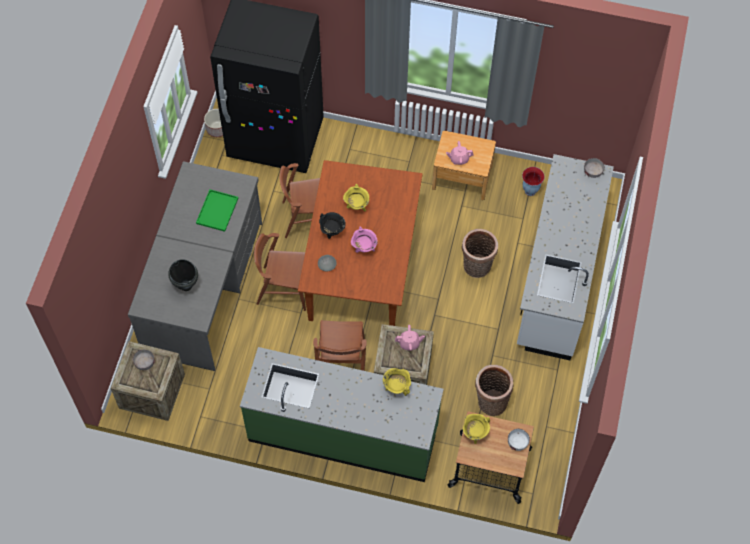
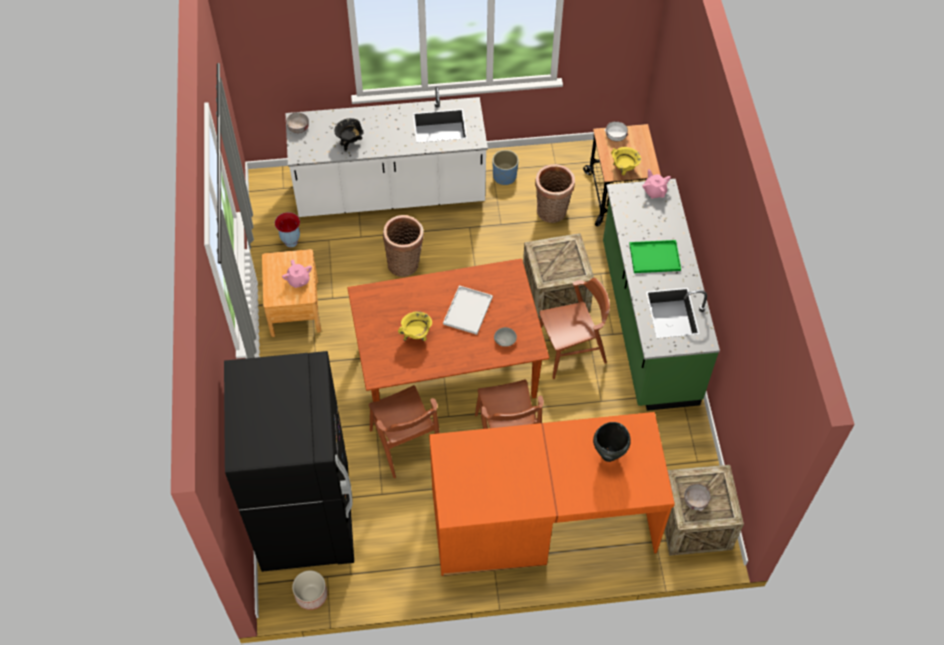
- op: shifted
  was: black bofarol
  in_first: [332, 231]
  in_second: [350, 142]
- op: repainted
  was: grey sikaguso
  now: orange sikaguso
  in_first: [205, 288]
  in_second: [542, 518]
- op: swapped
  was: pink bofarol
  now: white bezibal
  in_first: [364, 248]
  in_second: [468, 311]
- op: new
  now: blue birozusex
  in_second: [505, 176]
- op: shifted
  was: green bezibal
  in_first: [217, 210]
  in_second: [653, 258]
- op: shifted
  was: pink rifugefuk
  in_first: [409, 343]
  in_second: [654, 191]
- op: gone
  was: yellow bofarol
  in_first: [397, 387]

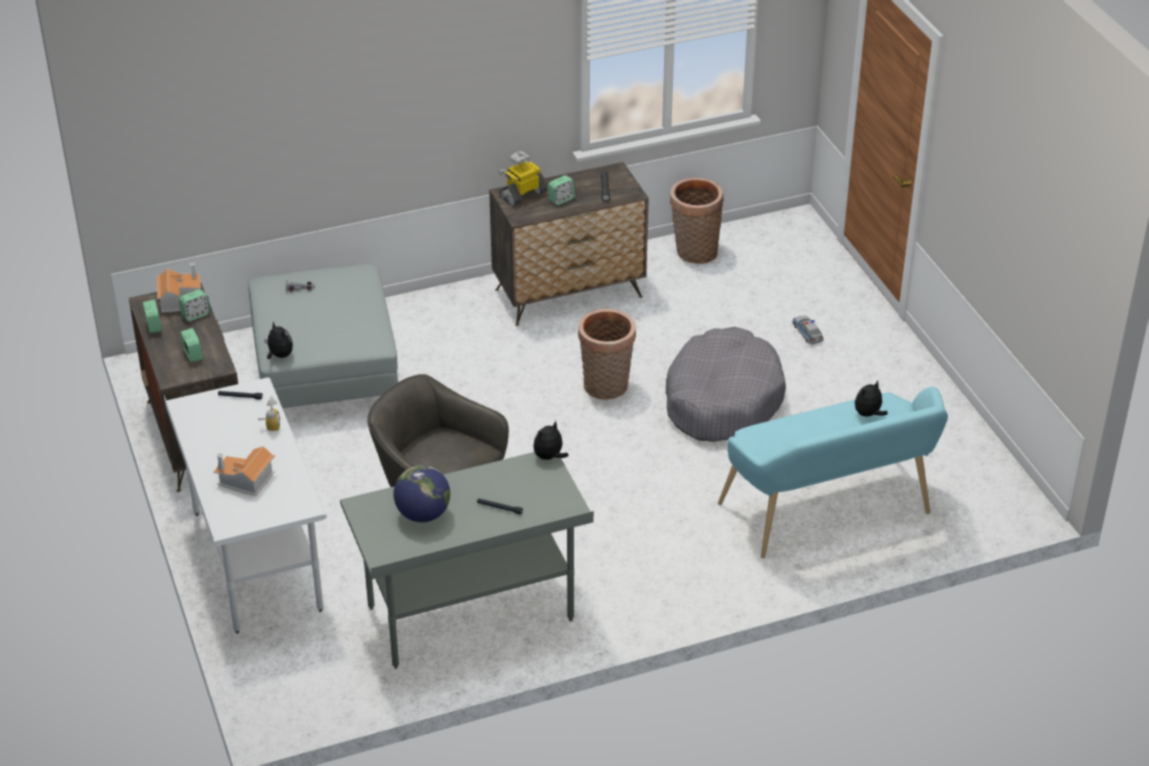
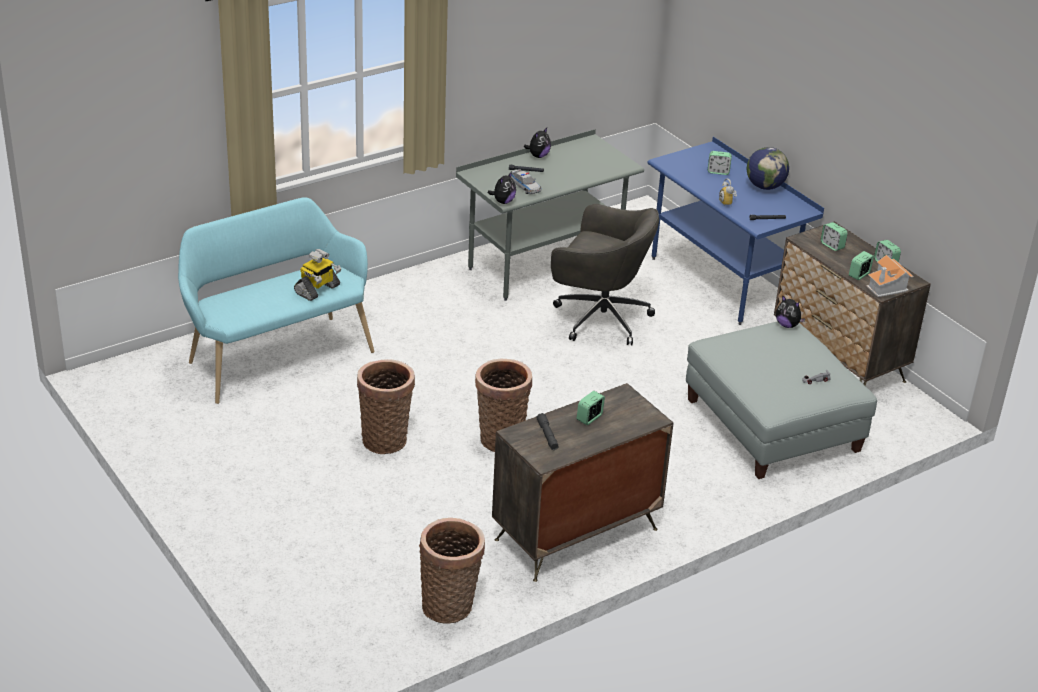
- op: shifted
  was: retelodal
  in_first: [523, 195]
  in_second: [317, 290]
- op: swapped
  was: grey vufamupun
  now: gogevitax
  in_first: [722, 400]
  in_second: [385, 438]
- op: shifted
  was: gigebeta
  in_first: [807, 333]
  in_second: [525, 186]
- op: shifted
  was: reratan
  in_first: [868, 414]
  in_second: [538, 156]
- op: repainted
  was: white sikaguso
  now: blue sikaguso
  in_first: [256, 561]
  in_second: [721, 282]
- op: swapped
  was: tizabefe
  now: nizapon
  in_first: [245, 481]
  in_second: [718, 171]
- op: shifted
  was: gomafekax
  in_first: [423, 514]
  in_second: [765, 186]

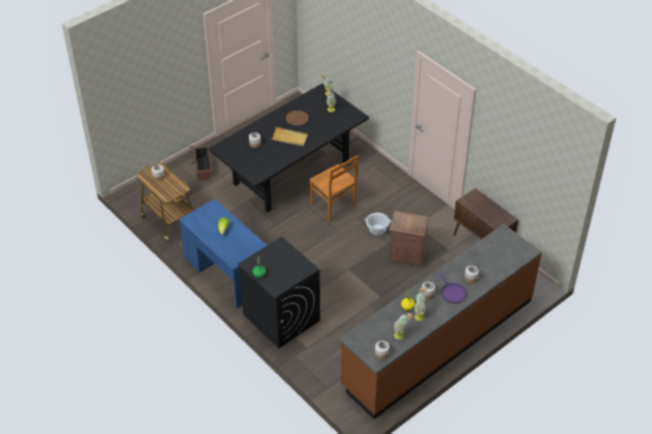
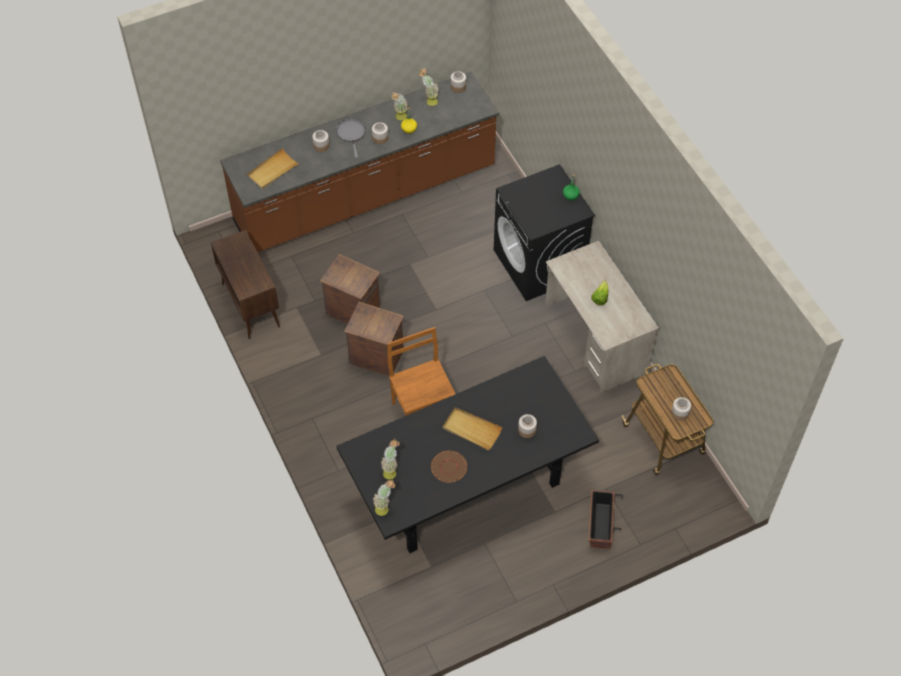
- op: new
  now: beige bezibal
  in_second: [273, 171]
- op: repainted
  was: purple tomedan
  now: grey tomedan
  in_first: [452, 293]
  in_second: [351, 134]
- op: swapped
  was: gogevitax
  now: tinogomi
  in_first: [377, 230]
  in_second: [376, 358]
- op: repainted
  was: blue sikaguso
  now: beige sikaguso
  in_first: [226, 272]
  in_second: [595, 339]

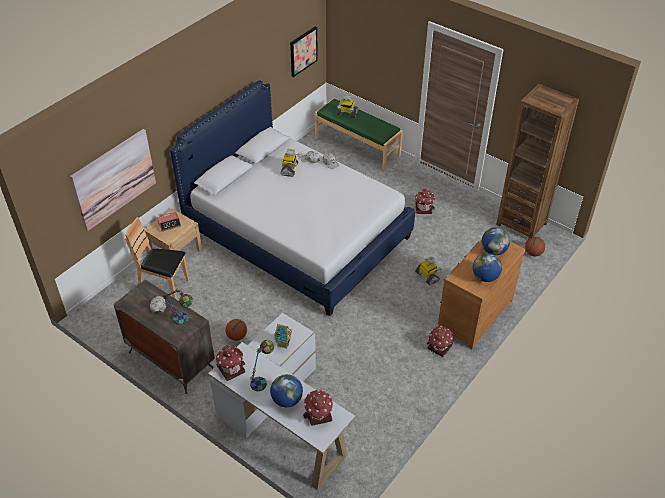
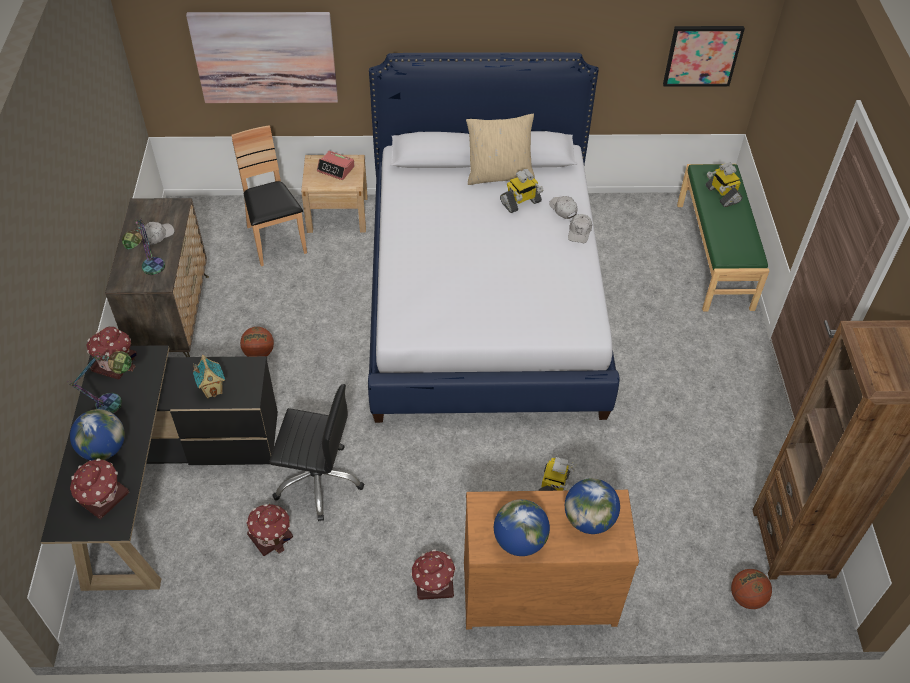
- op: repainted
  was: white sikaguso
  now: black sikaguso
  in_first: [282, 419]
  in_second: [165, 482]
- op: shifted
  was: tizabefe
  in_first: [423, 208]
  in_second: [271, 536]
- op: new
  now: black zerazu
  in_second: [318, 480]
- op: new
  now: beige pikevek
  in_second: [499, 174]

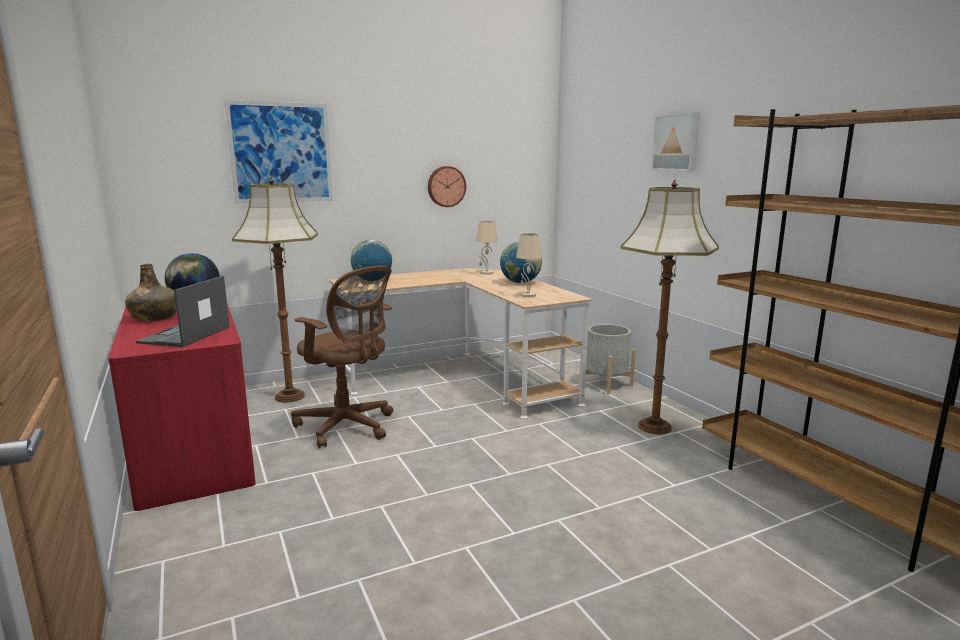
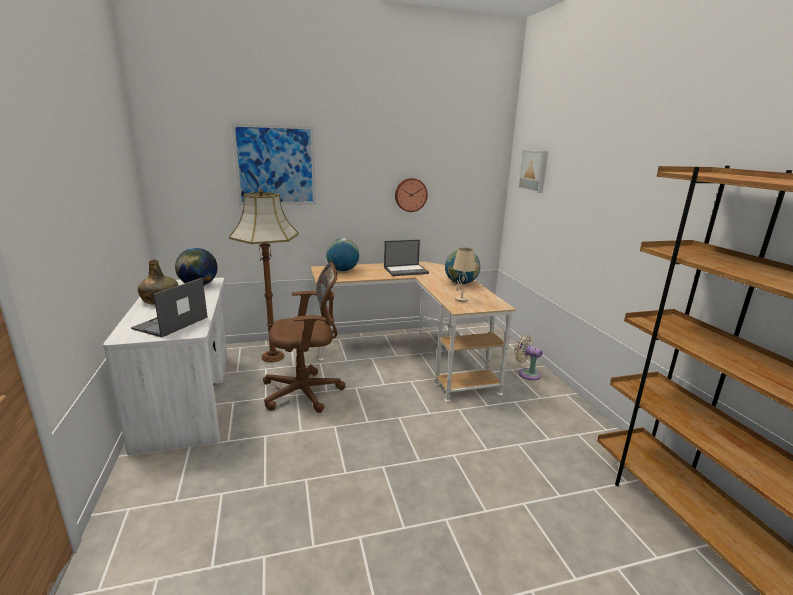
- op: repainted
  was: red sikaguso
  now: white sikaguso
  in_first: [193, 447]
  in_second: [188, 398]
- op: rotated
  was: brown zerazu
  in_first: [348, 426]
  in_second: [306, 392]
  clockwise: -60
- op: new
  now: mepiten
  in_second: [406, 270]
- op: swapped
  was: grey birozusex
  now: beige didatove
  in_first: [606, 384]
  in_second: [527, 373]
- op: shifted
  was: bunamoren
  in_first: [676, 142]
  in_second: [534, 170]
- op: gone
  was: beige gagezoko
  in_first: [486, 273]
- op: gone
  was: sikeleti
  in_first: [655, 426]

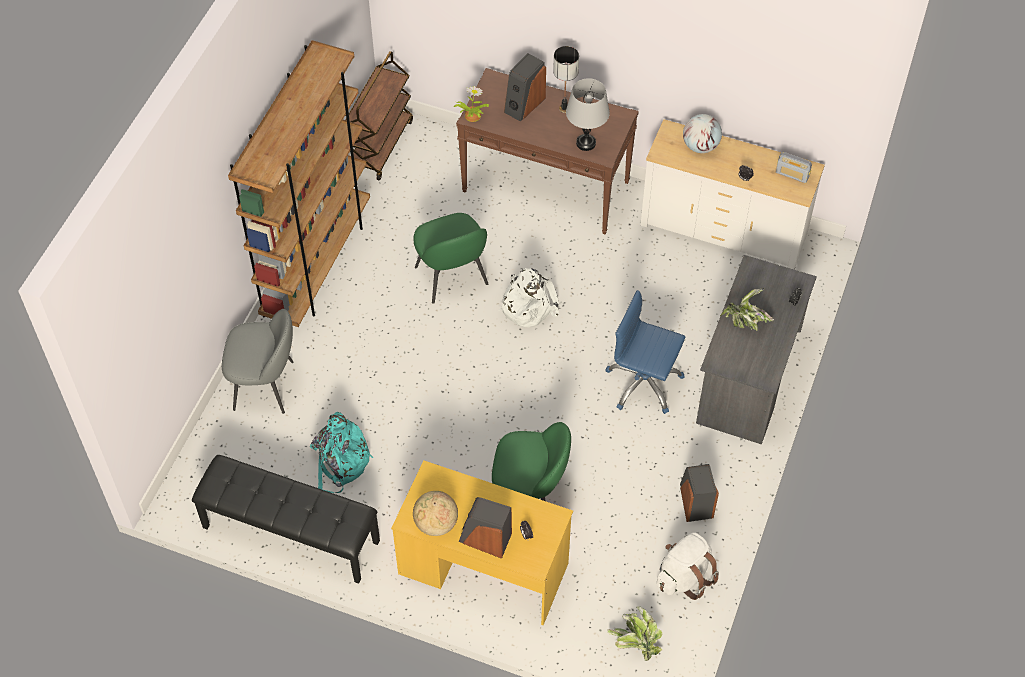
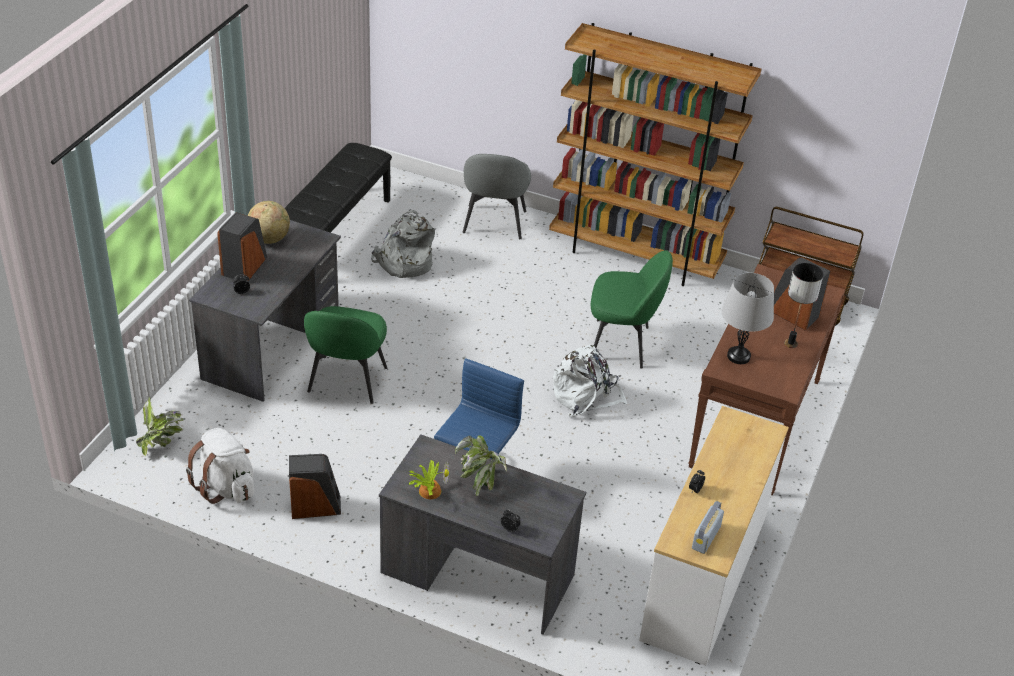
- op: repainted
  was: yellow sikaguso
  now: grey sikaguso
  in_first: [483, 568]
  in_second: [272, 345]
- op: repainted
  was: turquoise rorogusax
  now: grey rorogusax
  in_first: [339, 463]
  in_second: [404, 263]
- op: shifted
  was: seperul
  in_first: [471, 116]
  in_second: [429, 490]
- op: rotated
  was: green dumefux
  in_first: [452, 277]
  in_second: [622, 344]
  clockwise: -150
- op: gone
  was: gomafekax
  in_first: [700, 146]

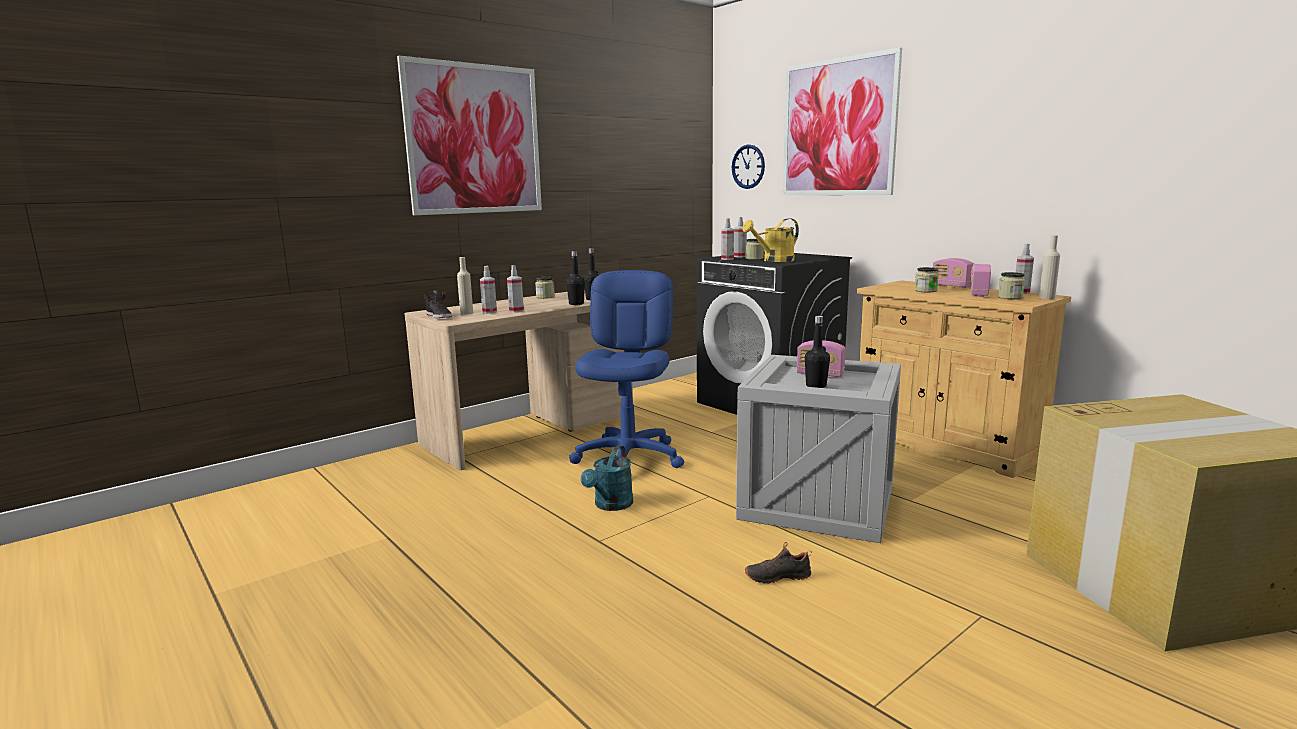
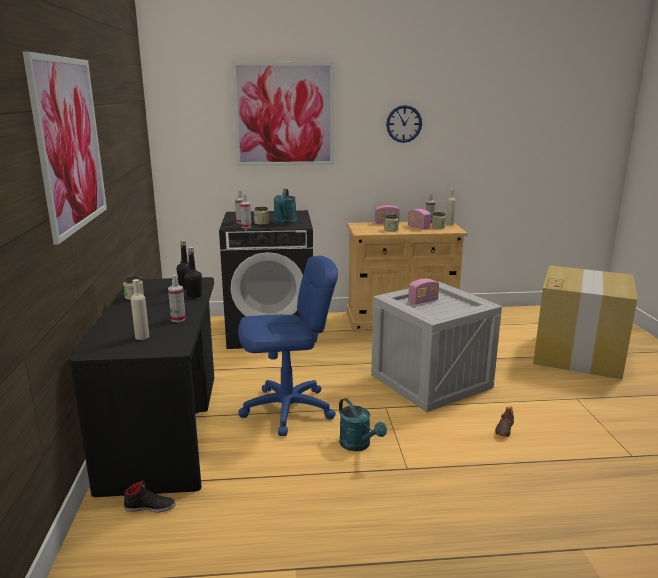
- op: repainted
  was: beige sikaguso
  now: black sikaguso
  in_first: [531, 431]
  in_second: [165, 429]
- op: shifted
  was: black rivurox
  in_first: [439, 316]
  in_second: [150, 506]
- op: rotated
  was: blue zerazu
  in_first: [629, 458]
  in_second: [288, 410]
  clockwise: 120
- op: repainted
  was: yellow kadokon
  now: turquoise kadokon
  in_first: [774, 261]
  in_second: [284, 223]
- op: shifted
  was: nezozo
  in_first: [748, 166]
  in_second: [404, 124]
- op: gone
  was: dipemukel
  in_first: [489, 312]
- op: gone
  was: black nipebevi
  in_first: [816, 386]

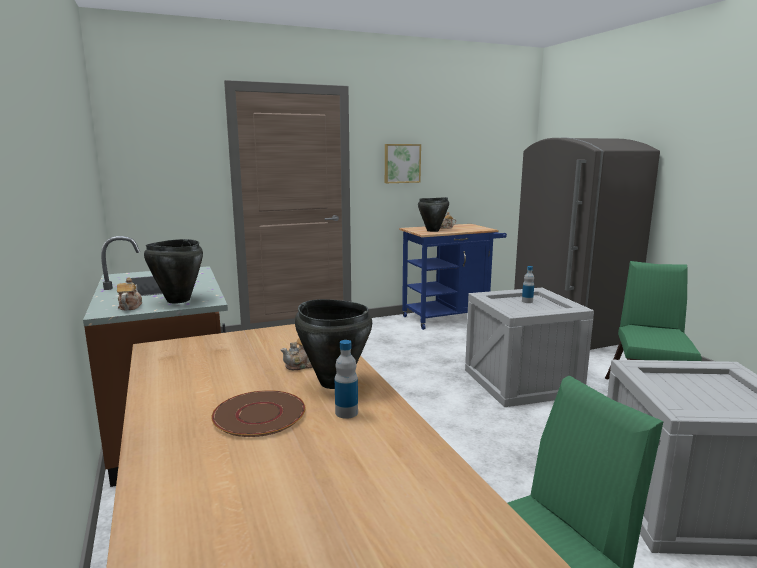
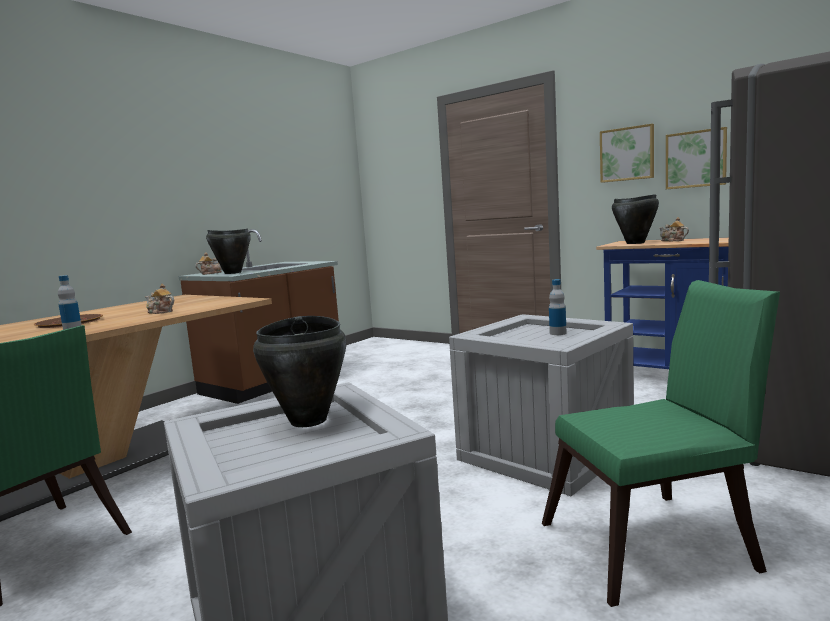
- op: shifted
  was: black bofarol
  in_first: [334, 382]
  in_second: [309, 420]
- op: new
  now: bunamoren
  in_second: [696, 159]

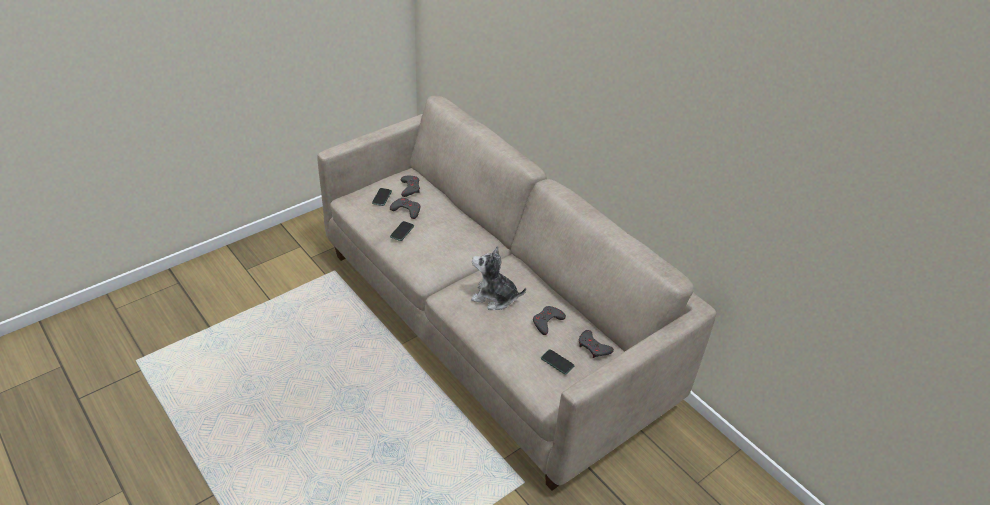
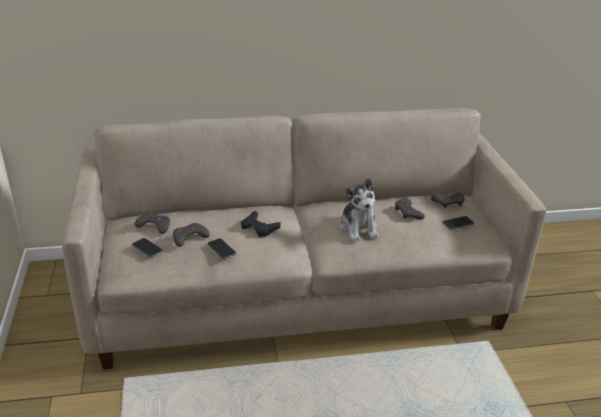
- op: new
  now: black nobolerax
  in_second: [259, 228]
- op: rotated
  was: reratan
  in_first: [494, 297]
  in_second: [358, 228]
  clockwise: -60

